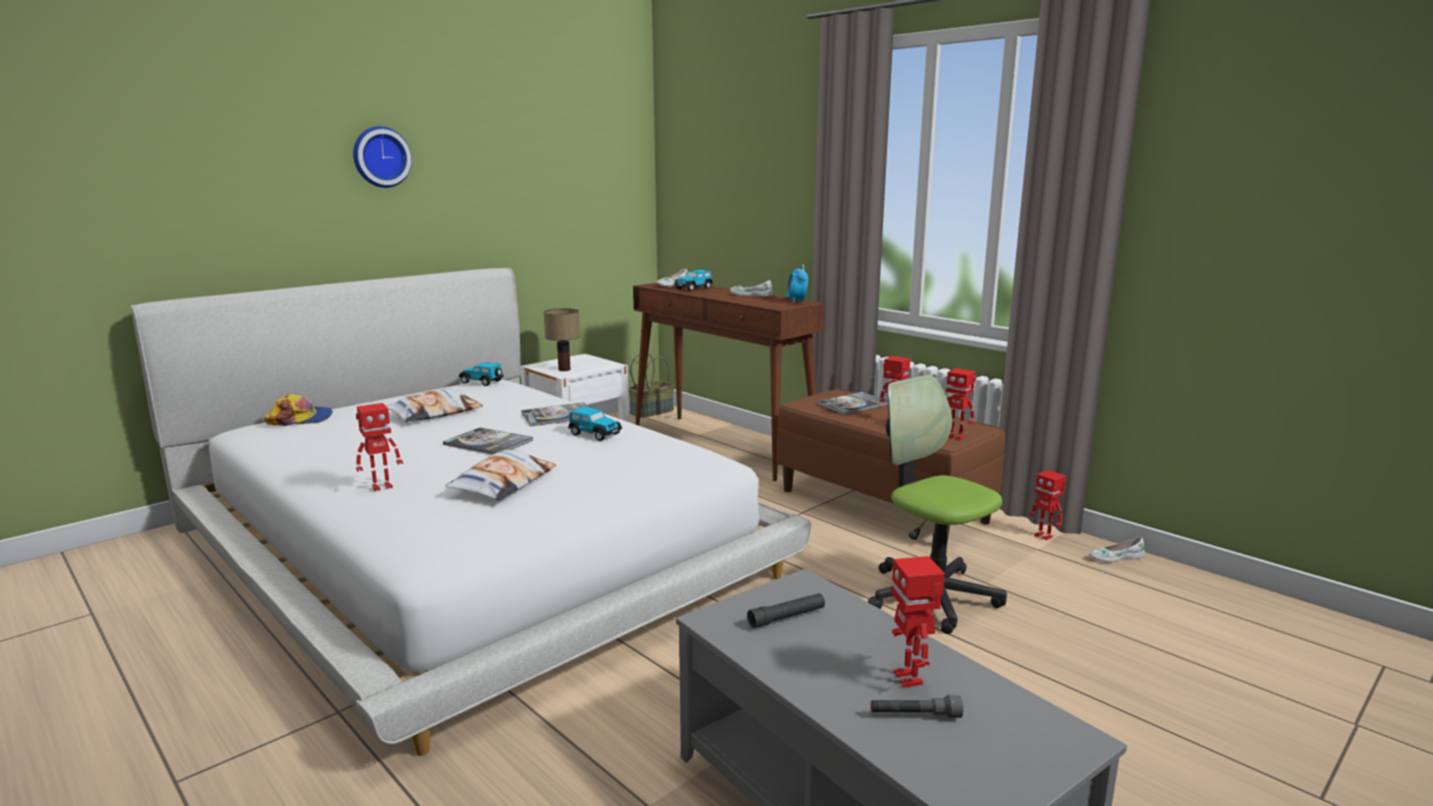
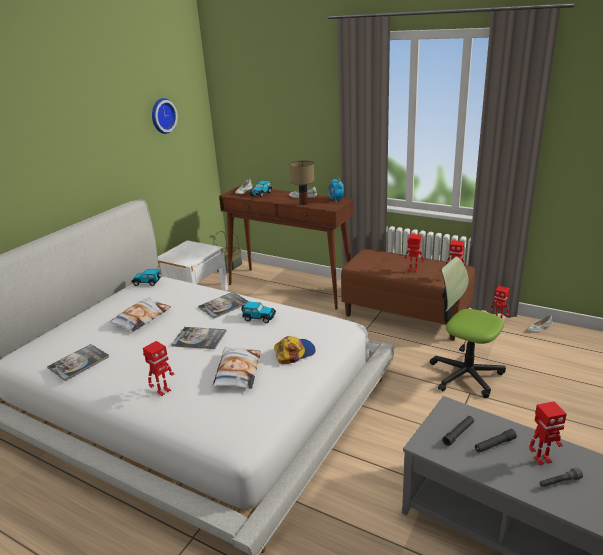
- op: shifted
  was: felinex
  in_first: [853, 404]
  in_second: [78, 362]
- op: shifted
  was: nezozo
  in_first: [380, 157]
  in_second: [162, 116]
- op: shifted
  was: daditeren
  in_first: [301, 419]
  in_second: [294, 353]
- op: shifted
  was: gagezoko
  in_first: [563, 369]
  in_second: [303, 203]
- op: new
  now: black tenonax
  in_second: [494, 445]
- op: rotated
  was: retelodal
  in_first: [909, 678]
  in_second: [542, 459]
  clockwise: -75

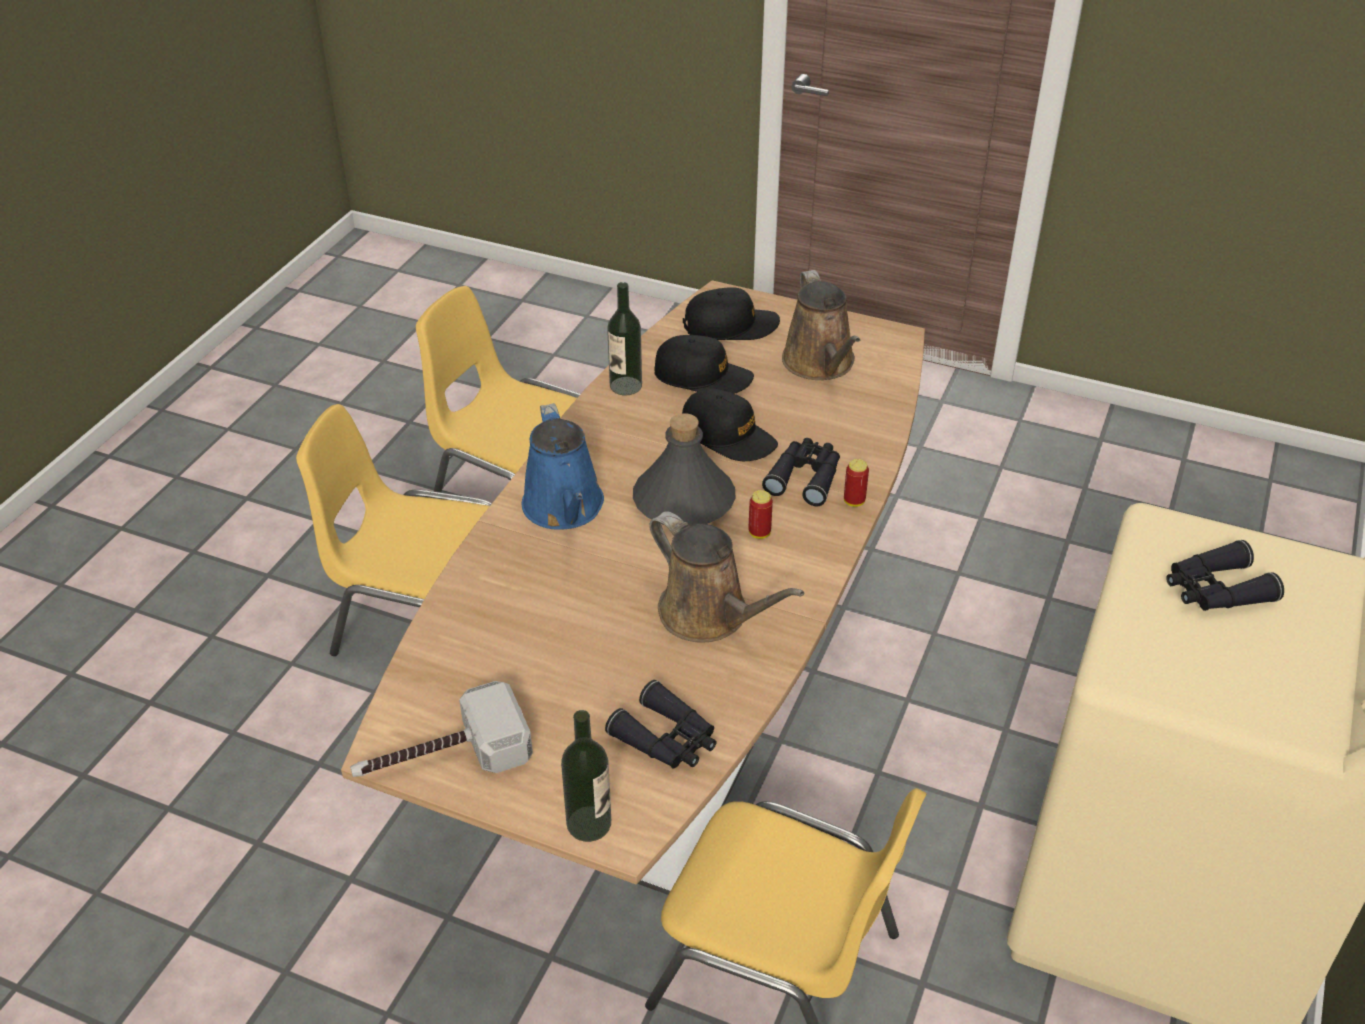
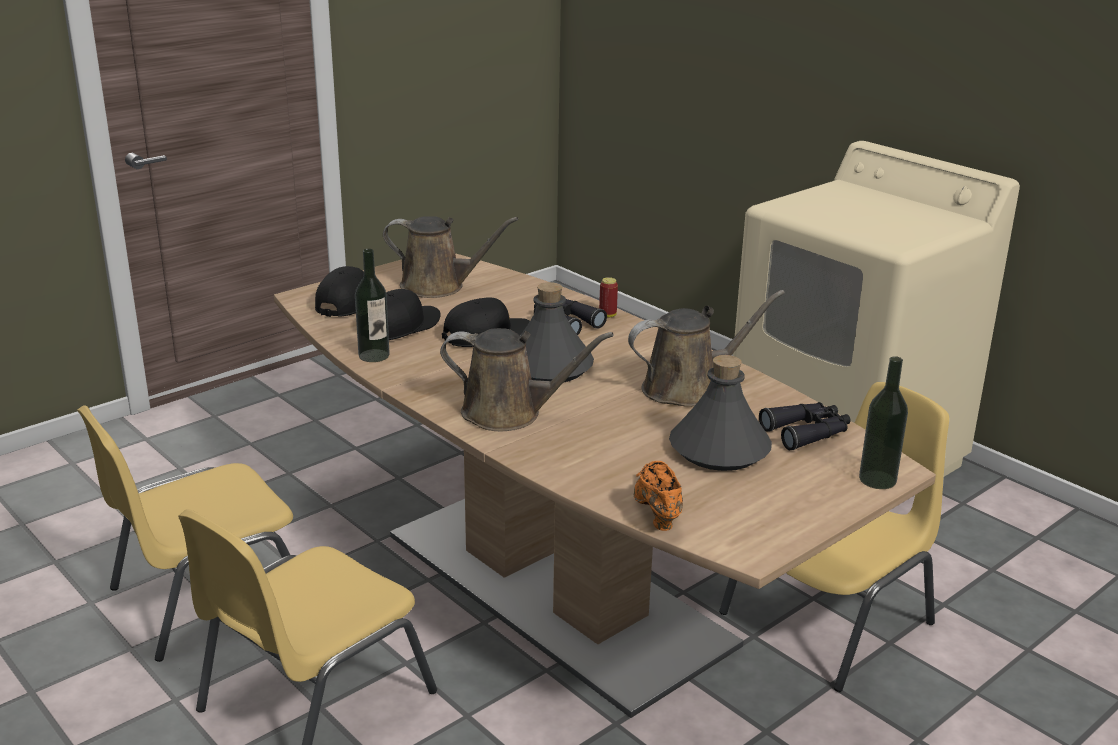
- op: repainted
  was: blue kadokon
  now: brown kadokon
  in_first: [565, 509]
  in_second: [509, 413]
- op: new
  now: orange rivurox
  in_second: [656, 513]
- op: new
  now: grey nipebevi
  in_second: [720, 450]
- op: gone
  was: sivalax
  in_first: [440, 758]
- op: gone
  was: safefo
  in_first: [759, 533]
- op: gone
  was: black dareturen
  in_first: [1215, 590]

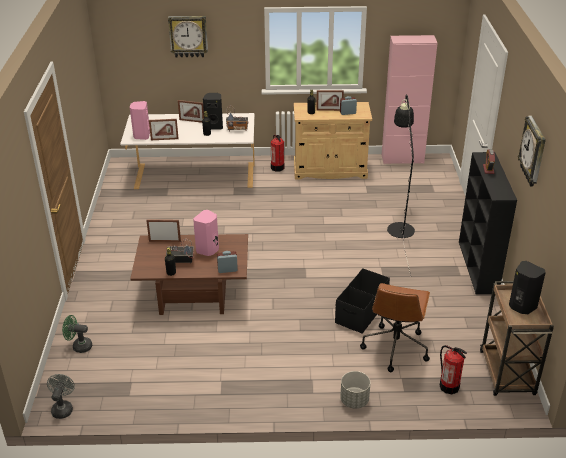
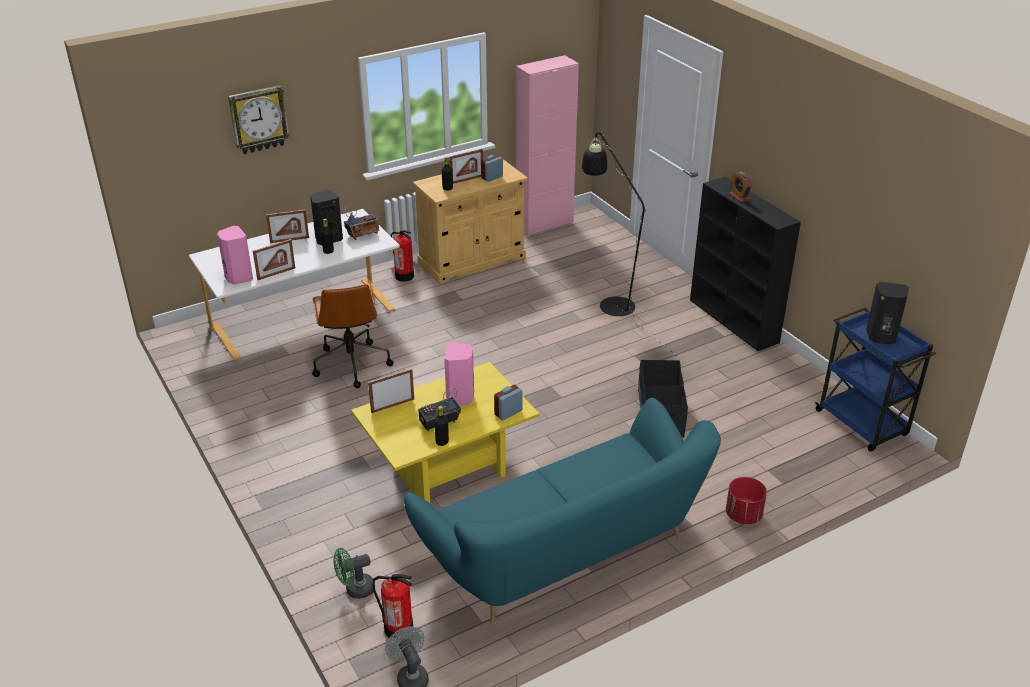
- op: shifted
  was: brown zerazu
  in_first: [395, 347]
  in_second: [351, 363]
- op: repainted
  was: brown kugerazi
  now: yellow kugerazi
  in_first: [194, 295]
  in_second: [447, 467]
- op: shifted
  was: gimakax
  in_first: [449, 386]
  in_second: [398, 629]
- op: new
  now: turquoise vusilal
  in_second: [567, 552]
- op: repainted
  was: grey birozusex
  now: red birozusex
  in_first: [354, 401]
  in_second: [743, 515]
- op: repainted
  was: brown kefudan
  now: blue kefudan
  in_first: [507, 374]
  in_second: [862, 424]
- op: gone
  was: nezozo
  in_first: [533, 152]

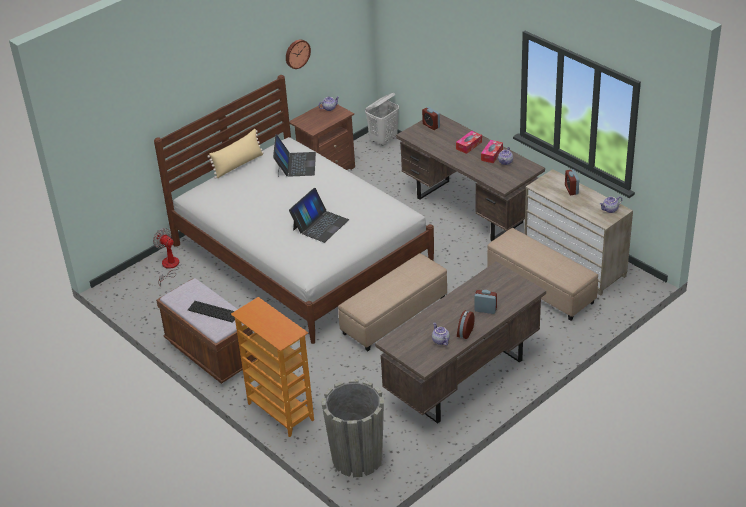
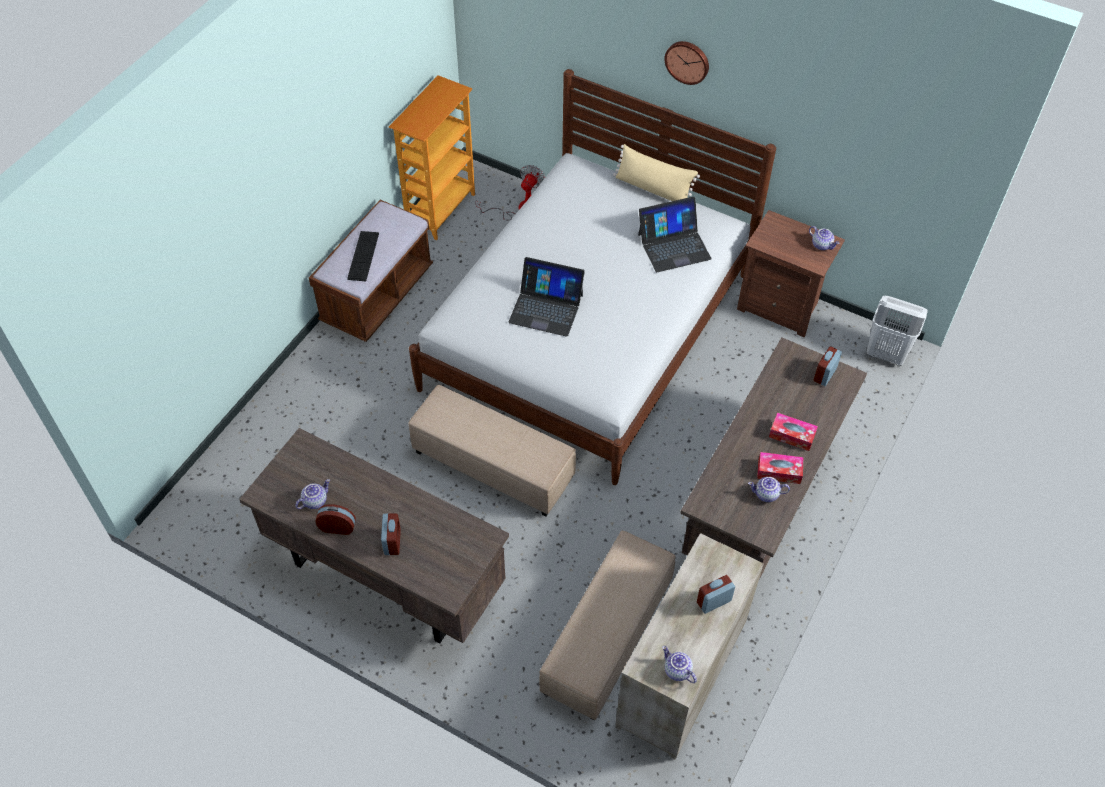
- op: shifted
  was: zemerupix
  in_first: [280, 412]
  in_second: [440, 210]
- op: shifted
  was: nezozo
  in_first: [297, 53]
  in_second: [687, 61]
- op: gone
  was: grey birozusex
  in_first: [357, 458]

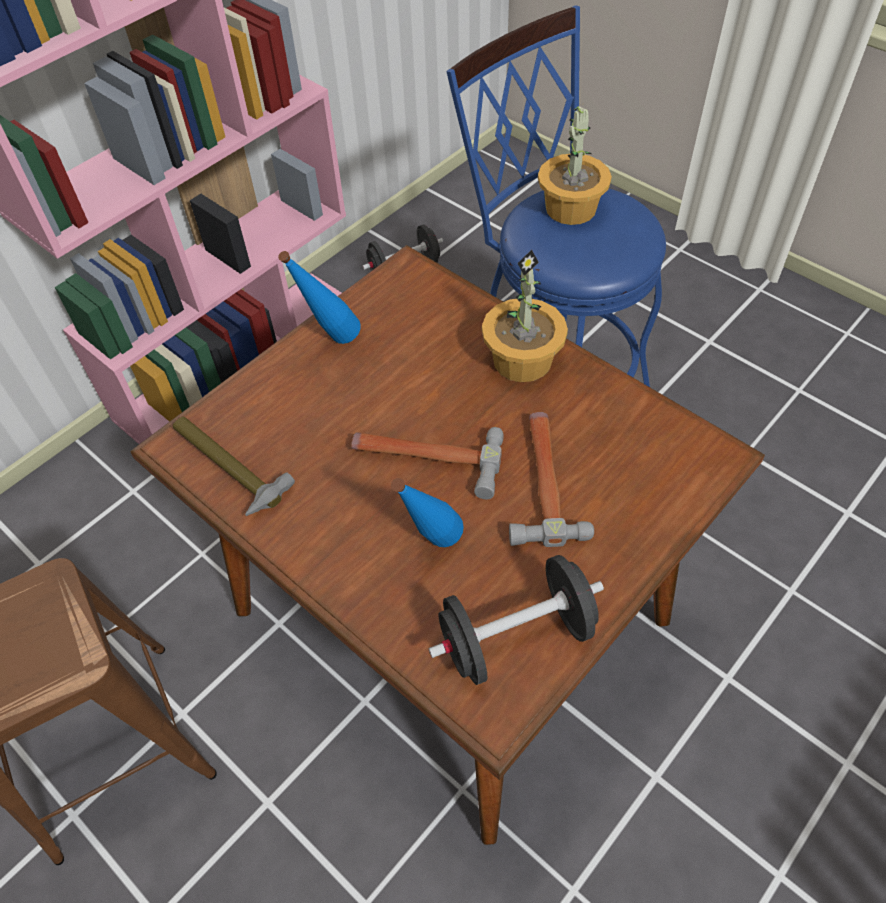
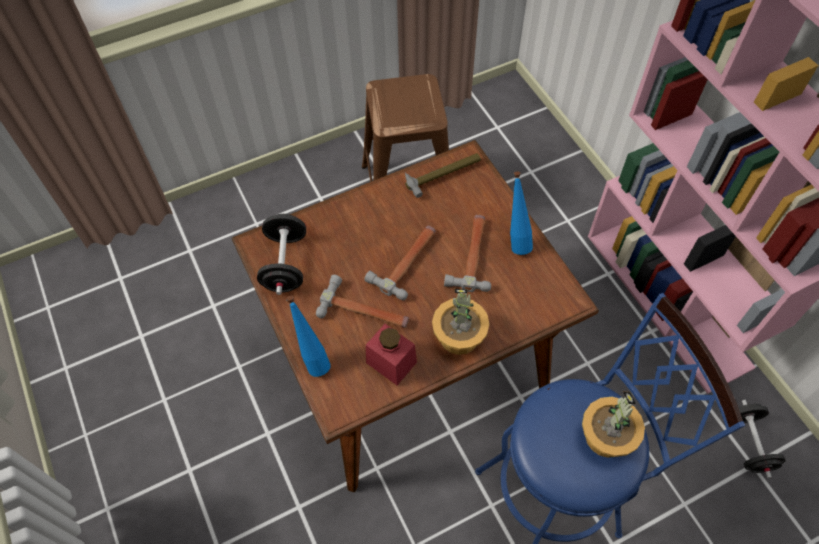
- op: shifted
  was: blue nipebevi
  in_first: [430, 548]
  in_second: [313, 359]
- op: new
  now: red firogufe
  in_second: [391, 362]
- op: new
  now: sivalax
  in_second: [472, 254]

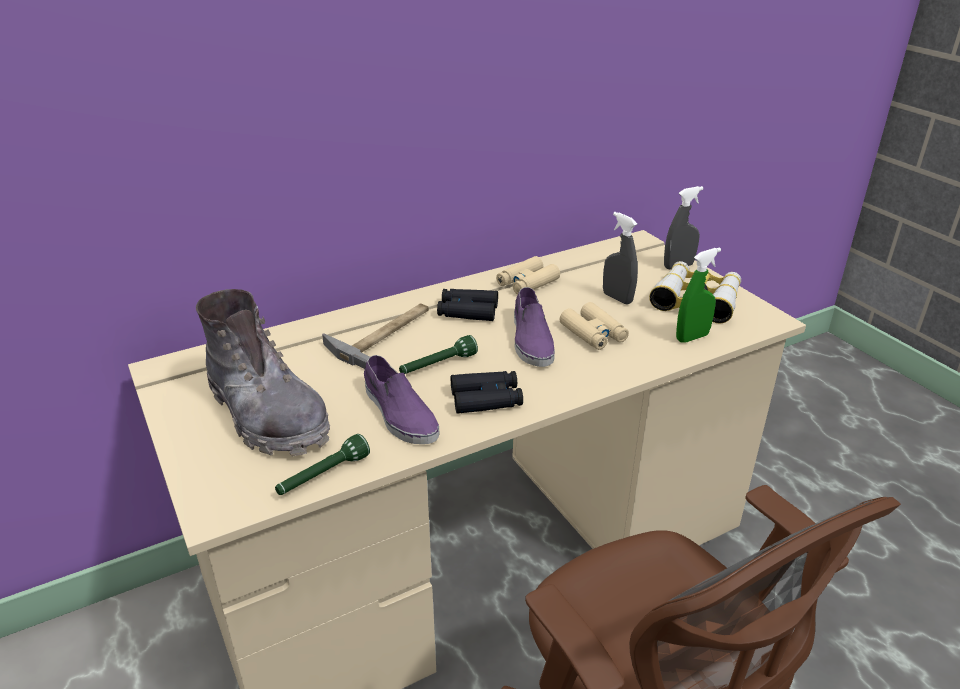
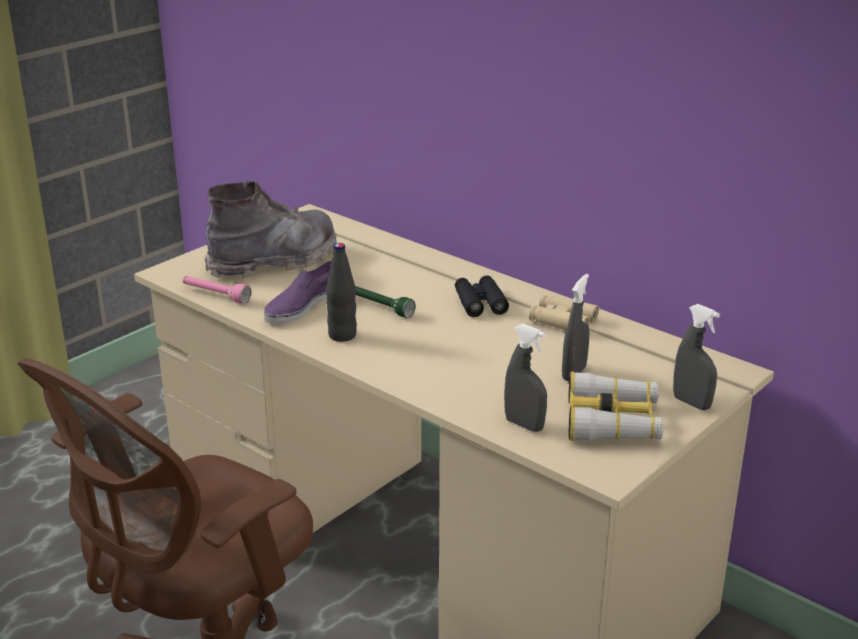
- op: repainted
  was: green tenonax
  now: pink tenonax
  in_first: [323, 476]
  in_second: [215, 295]
- op: rotated
  was: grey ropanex
  in_first: [267, 415]
  in_second: [274, 261]
  clockwise: -150
- op: swapped
  was: black dareturen
  now: black nipebevi
  in_first: [486, 399]
  in_second: [342, 335]
- op: repainted
  was: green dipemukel
  now: grey dipemukel
  in_first: [692, 337]
  in_second: [524, 425]
- op: gone
  was: sivalax
  in_first: [384, 334]
- op: gone
  was: purple rivurox
  in_first: [531, 339]
- op: gone
  was: beige dareturen
  in_first: [593, 333]

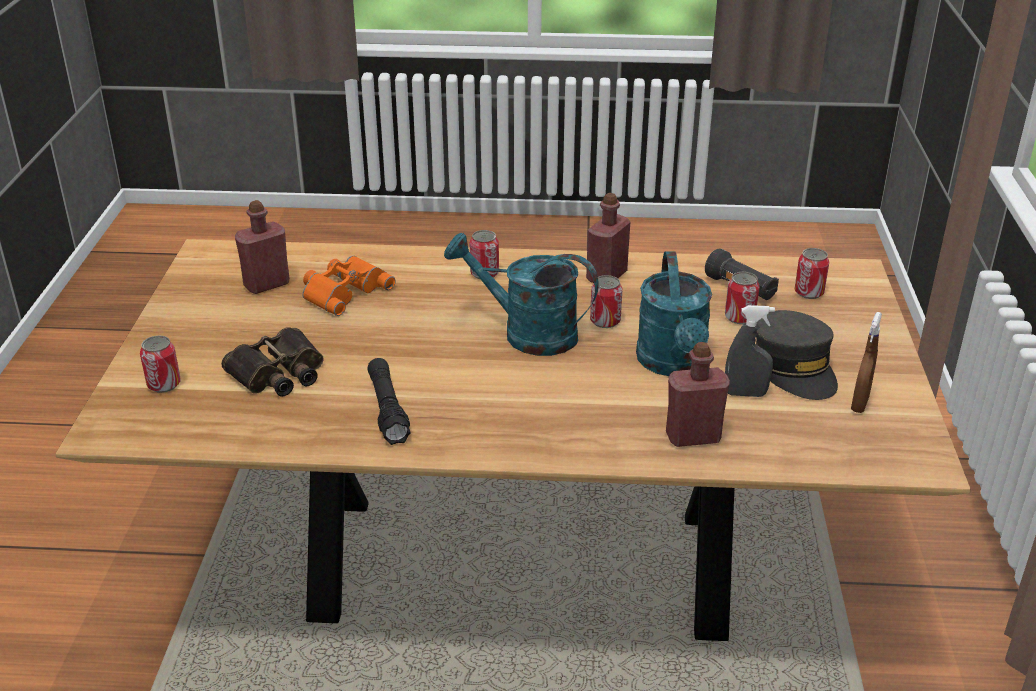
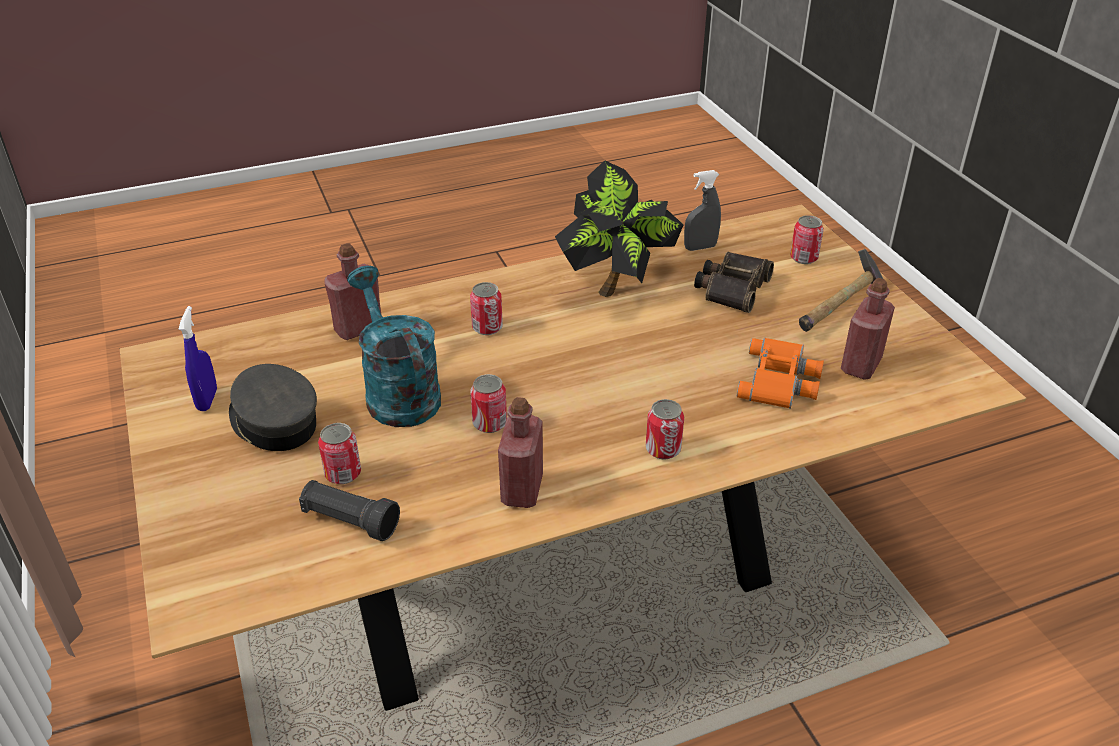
- op: repainted
  was: brown dipemukel
  now: blue dipemukel
  in_first: [859, 404]
  in_second: [207, 400]
- op: shifted
  was: safefo
  in_first: [809, 292]
  in_second: [487, 327]
- op: swapped
  was: black tenonax
  now: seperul
  in_first: [387, 409]
  in_second: [617, 285]
- op: shifted
  was: grey dipemukel
  in_first: [745, 394]
  in_second: [700, 247]
- op: new
  now: sivalax
  in_second: [840, 308]
- op: gone
  was: turquoise kadokon
  in_first: [527, 333]

